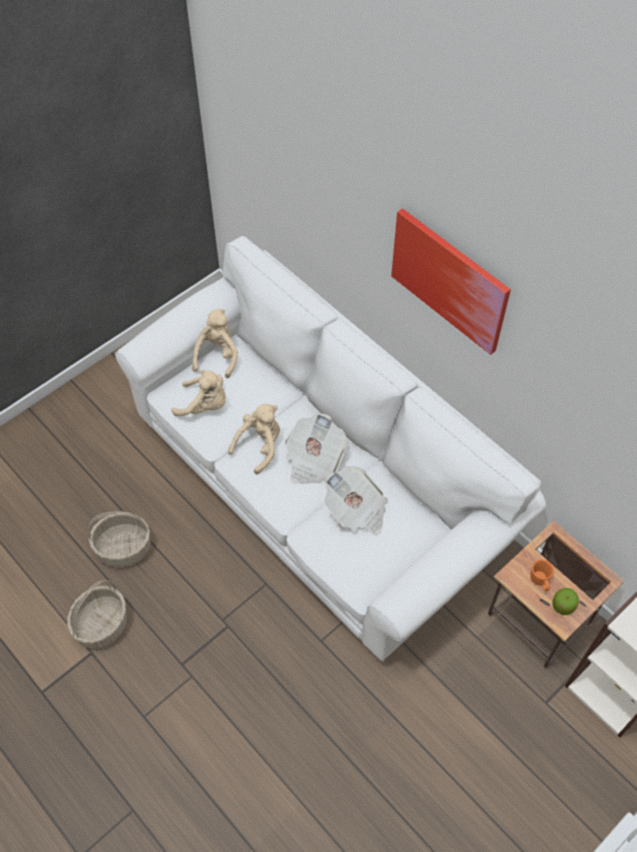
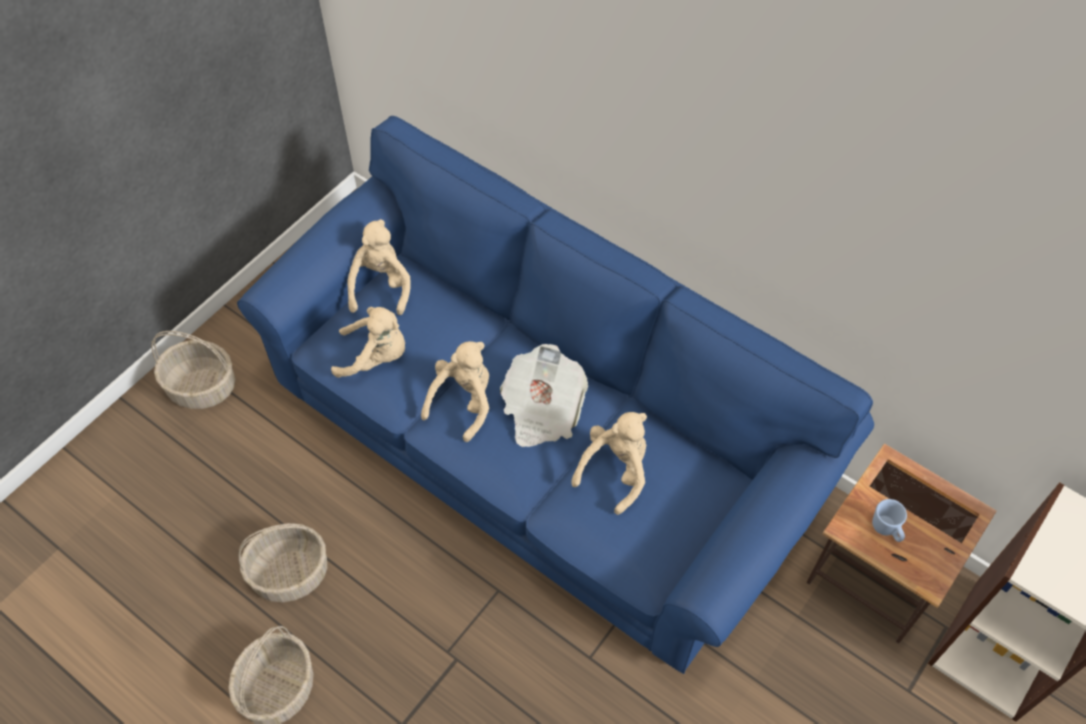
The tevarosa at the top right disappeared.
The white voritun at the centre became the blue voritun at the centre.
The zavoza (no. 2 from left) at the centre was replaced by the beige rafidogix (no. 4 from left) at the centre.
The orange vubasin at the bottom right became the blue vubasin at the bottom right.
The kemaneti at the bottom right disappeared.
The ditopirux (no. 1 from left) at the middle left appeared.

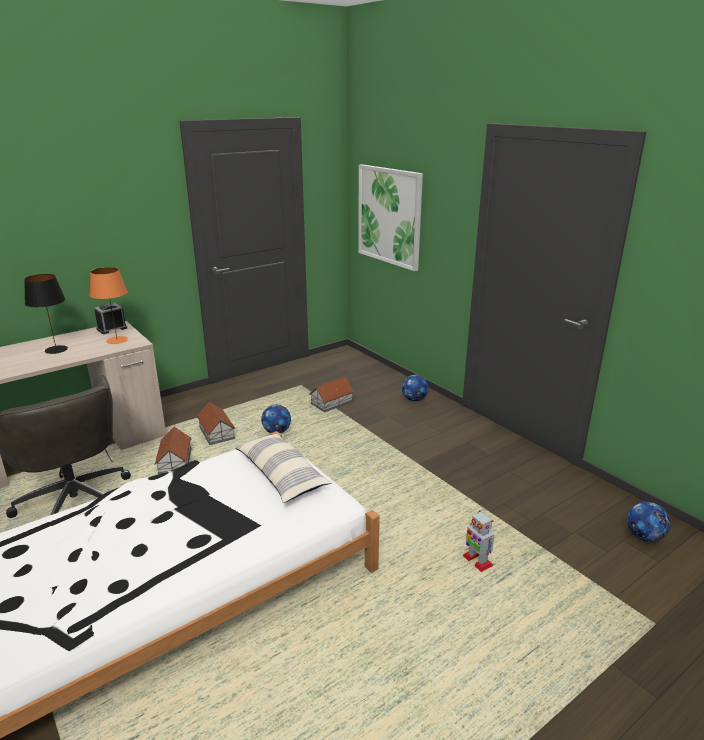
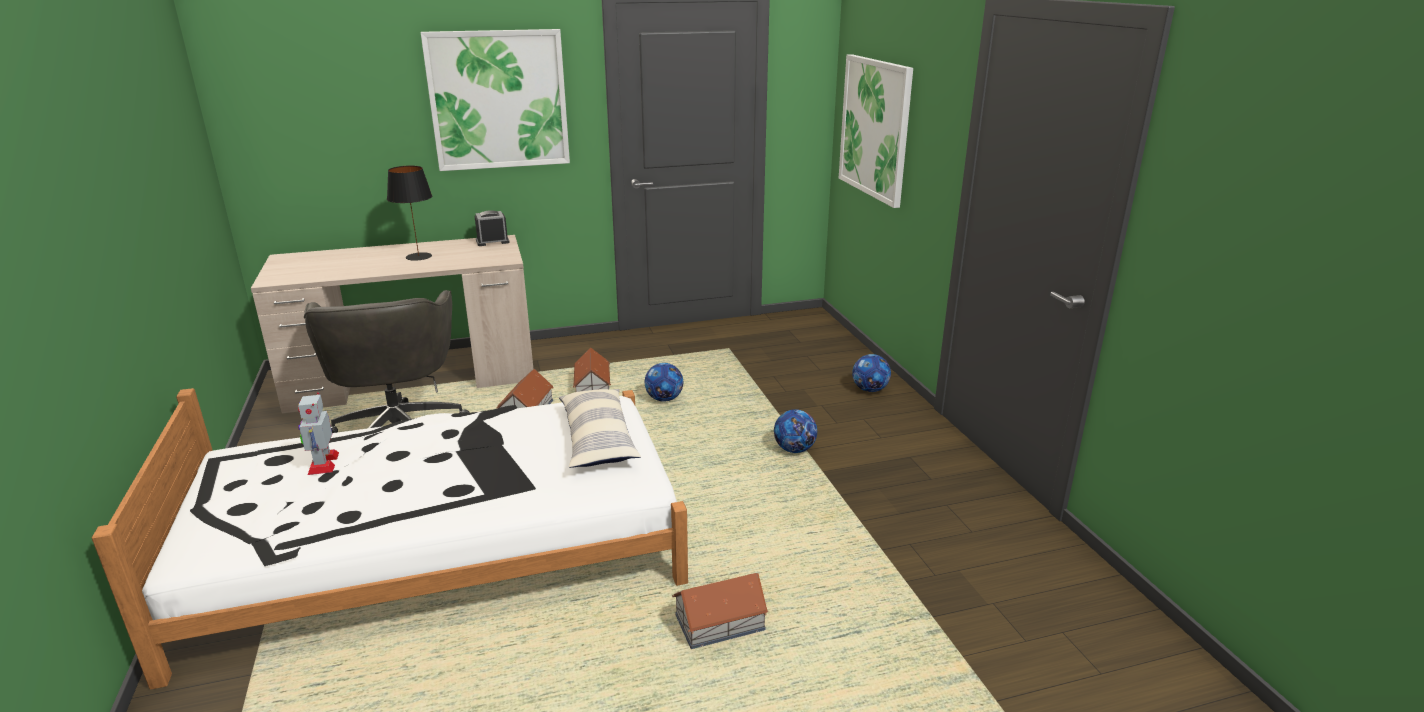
The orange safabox at the middle left disappeared.
The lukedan (no. 3 from left) moved from the centre to the bottom centre.
The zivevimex (no. 3 from left in the first image) moved from the bottom right to the centre.
The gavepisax moved from the bottom right to the middle left.
The tevarosa (no. 1 from left) at the top centre appeared.

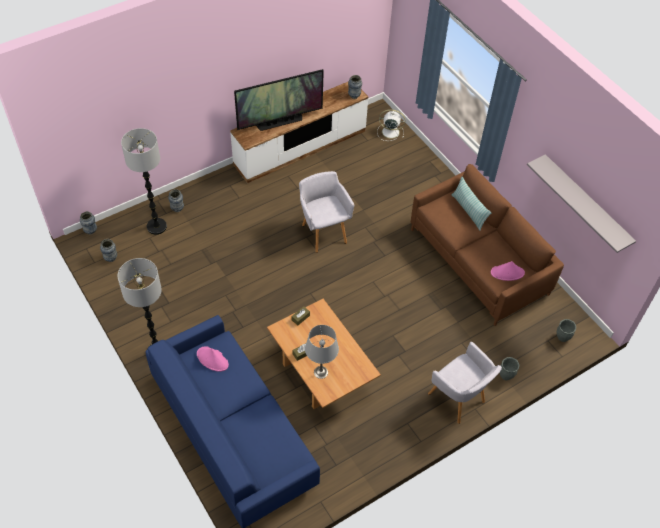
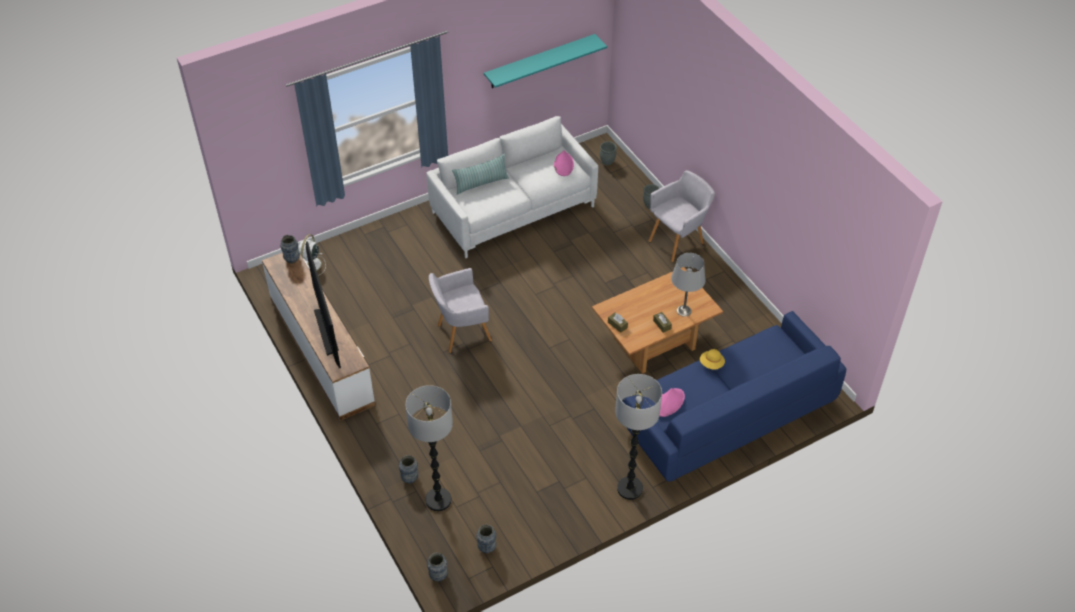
The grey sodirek at the middle right became the turquoise sodirek at the top centre.
The brown voritun at the middle right became the white voritun at the top centre.
The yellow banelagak at the centre appeared.

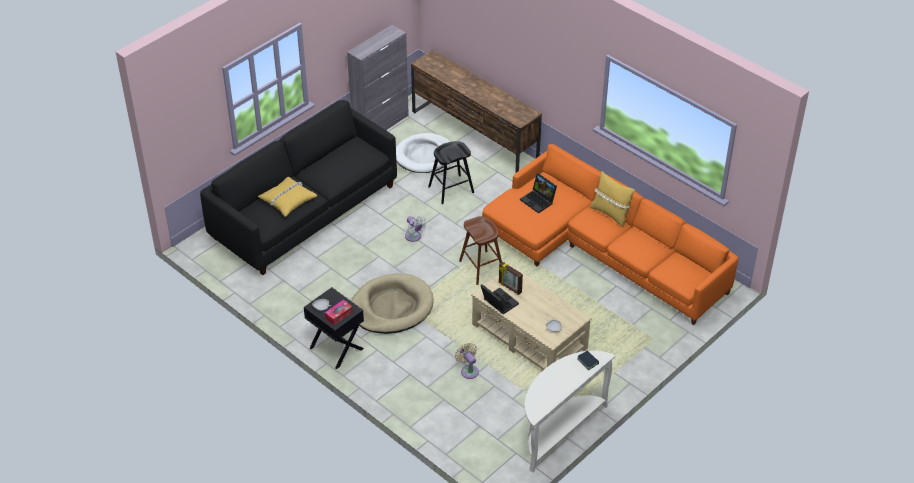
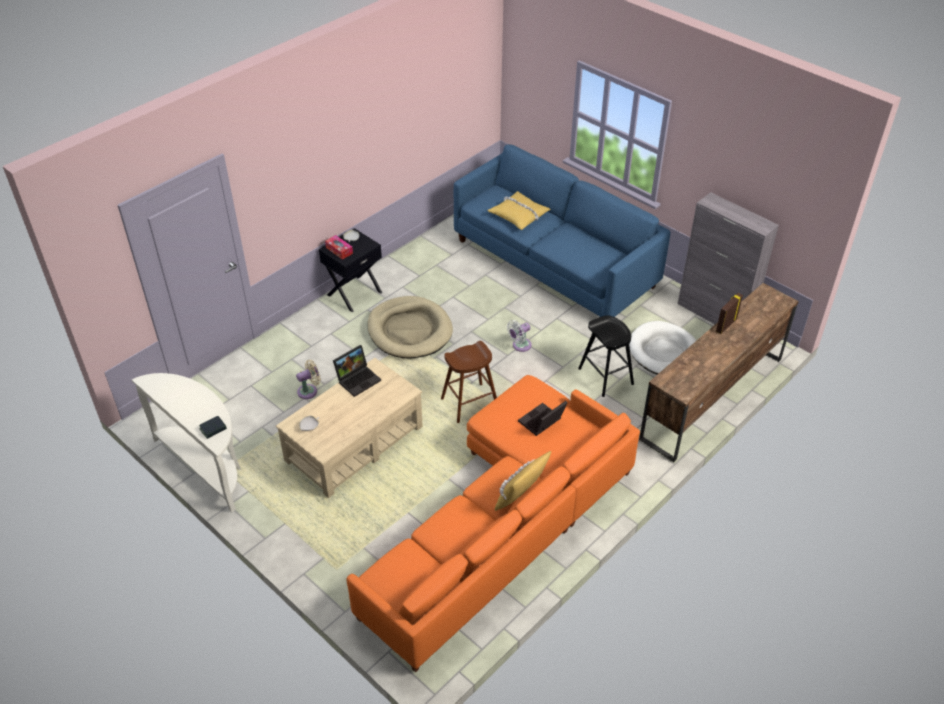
The black voritun at the middle left became the blue voritun at the top centre.
The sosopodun moved from the centre to the middle right.

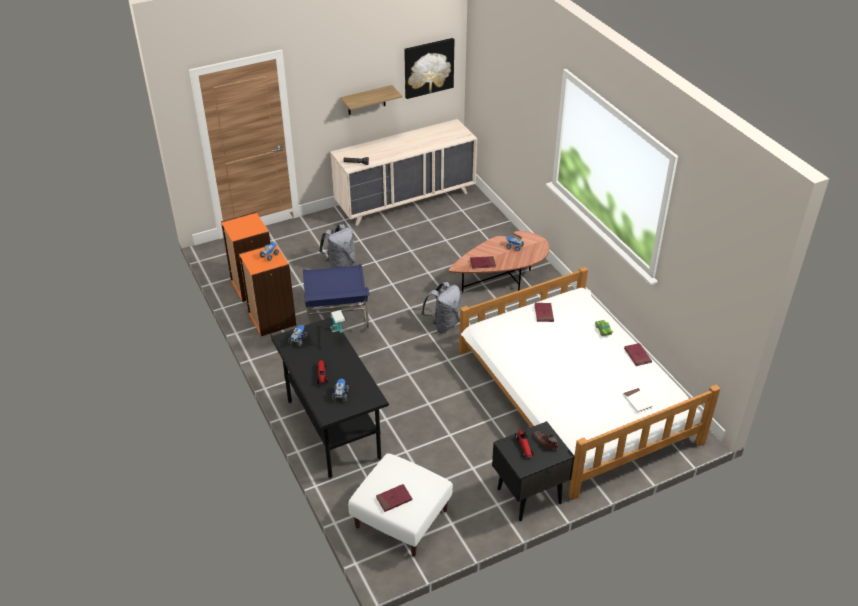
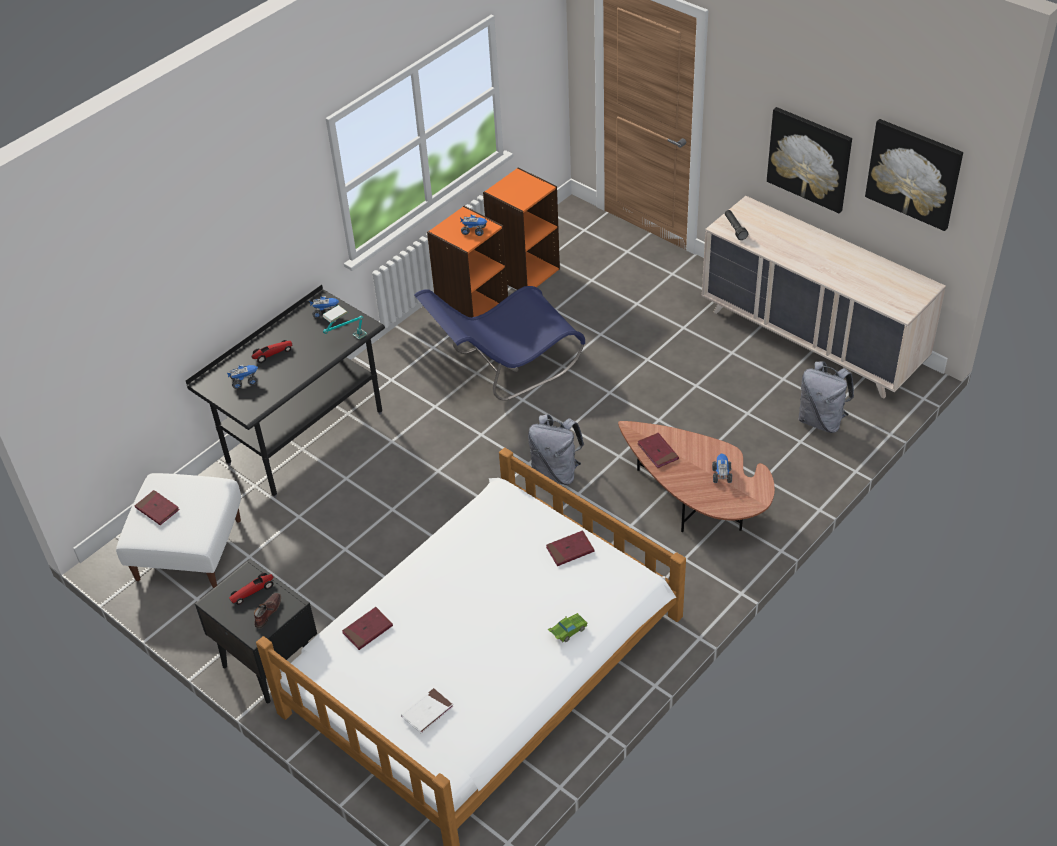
The sodirek at the top centre was replaced by the tevarosa (no. 1 from left) at the top right.
The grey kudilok (no. 1 from left in the first image) moved from the centre to the middle right.
The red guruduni (no. 4 from left in the first image) moved from the middle right to the bottom centre.

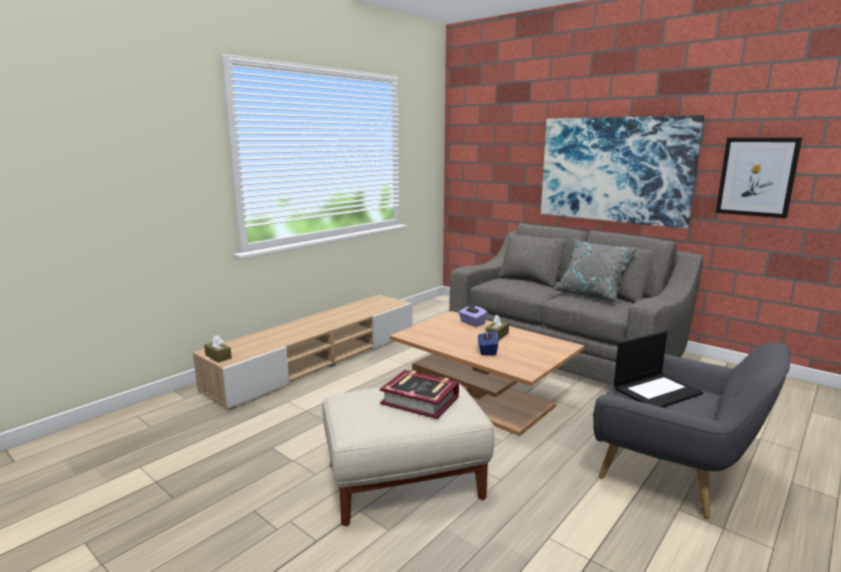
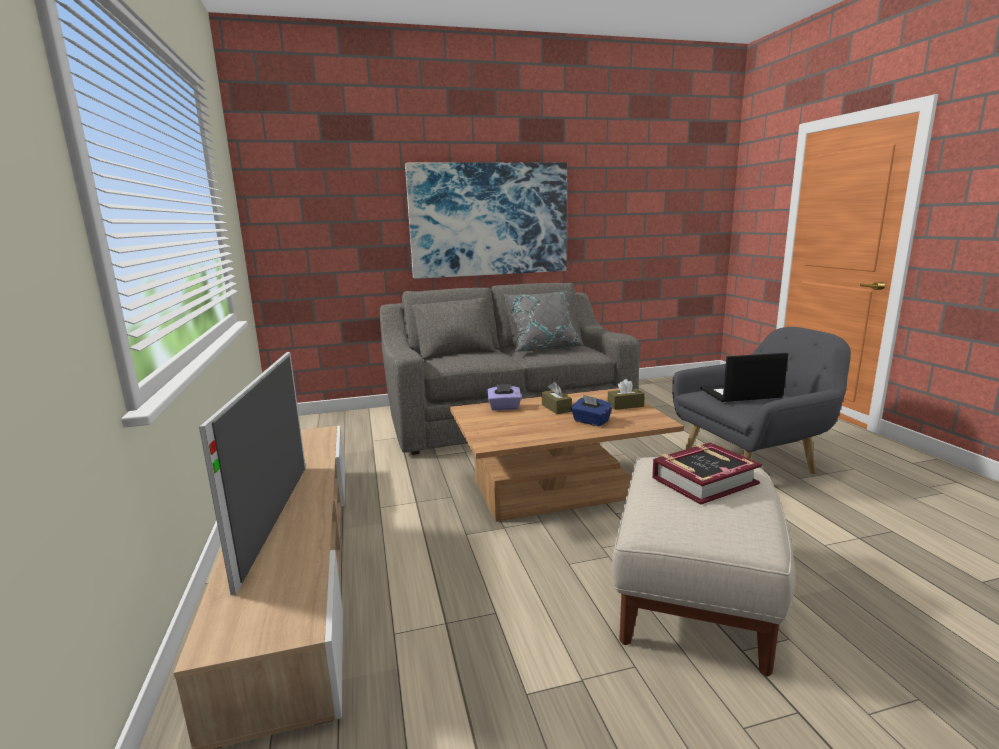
The tevarosa (no. 2 from left) at the top right disappeared.
The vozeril at the middle right turned 105 degrees counterclockwise.
The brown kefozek (no. 1 from left in the first image) moved from the middle left to the centre.
The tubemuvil at the middle left appeared.

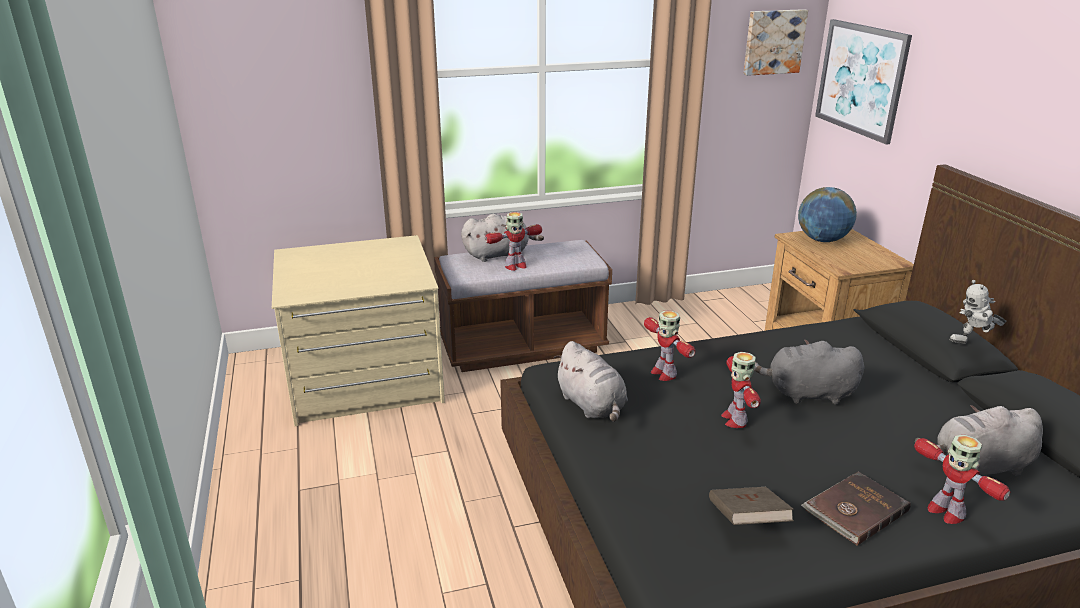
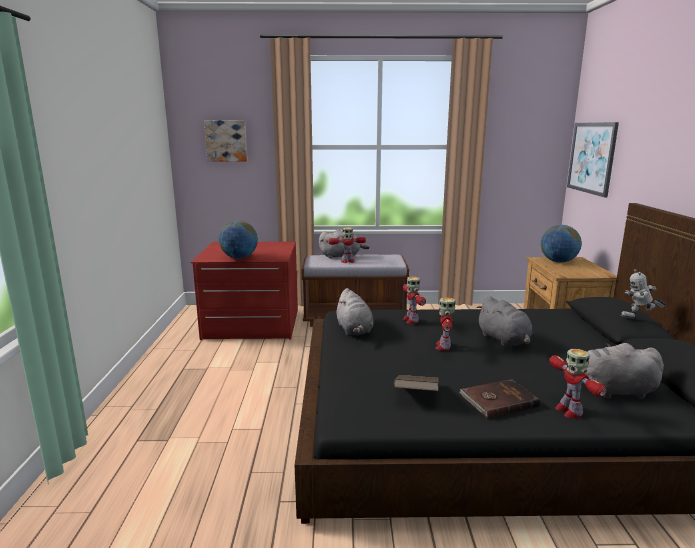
The tevarosa (no. 1 from left) moved from the top right to the top left.
The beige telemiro at the middle left became the red telemiro at the centre.
The grey rafidogix (no. 3 from left) at the middle right turned 135 degrees counterclockwise.
The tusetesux (no. 1 from left) at the centre appeared.

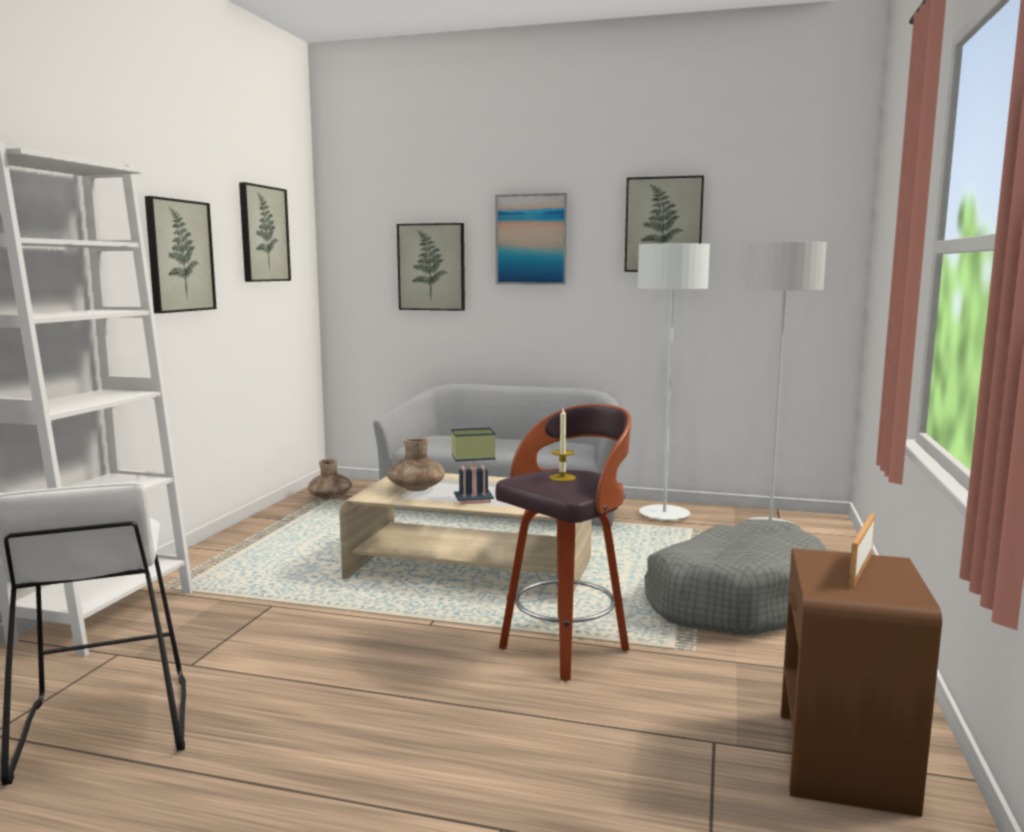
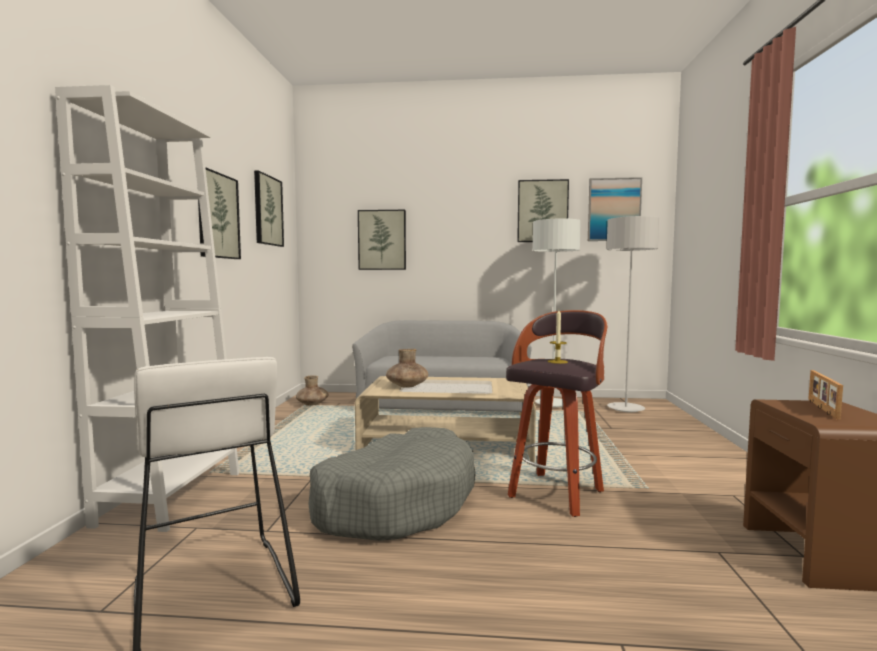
The tevarosa (no. 4 from left in the first image) moved from the top centre to the top right.
The safabox at the centre disappeared.
The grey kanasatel moved from the bottom right to the bottom centre.

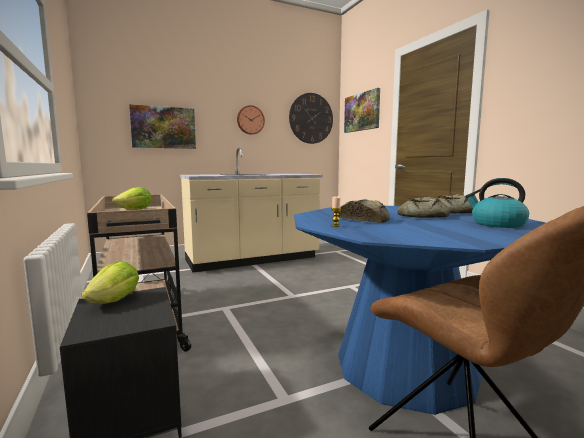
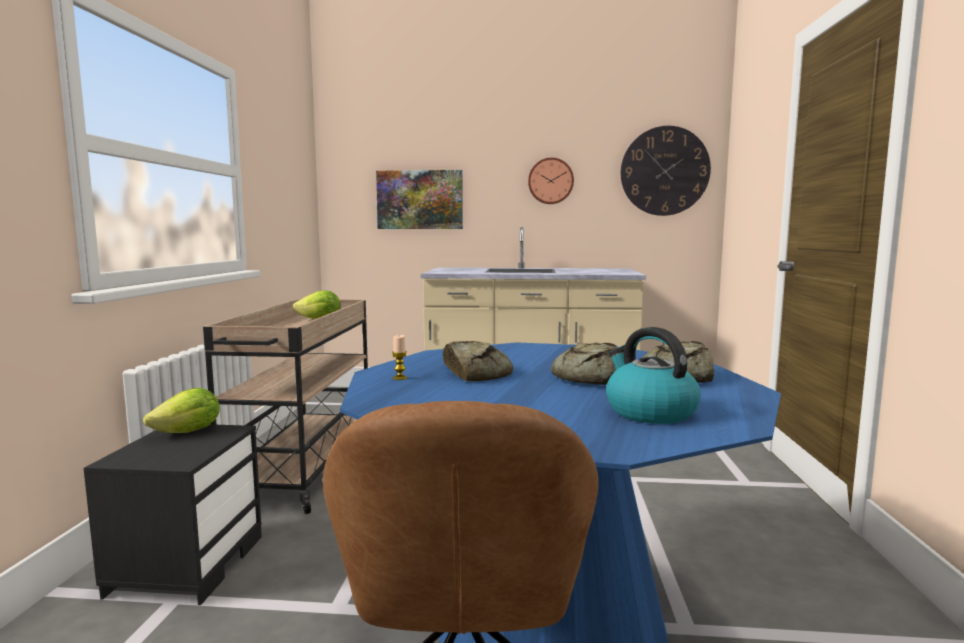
The tevarosa (no. 2 from left) at the top centre disappeared.

